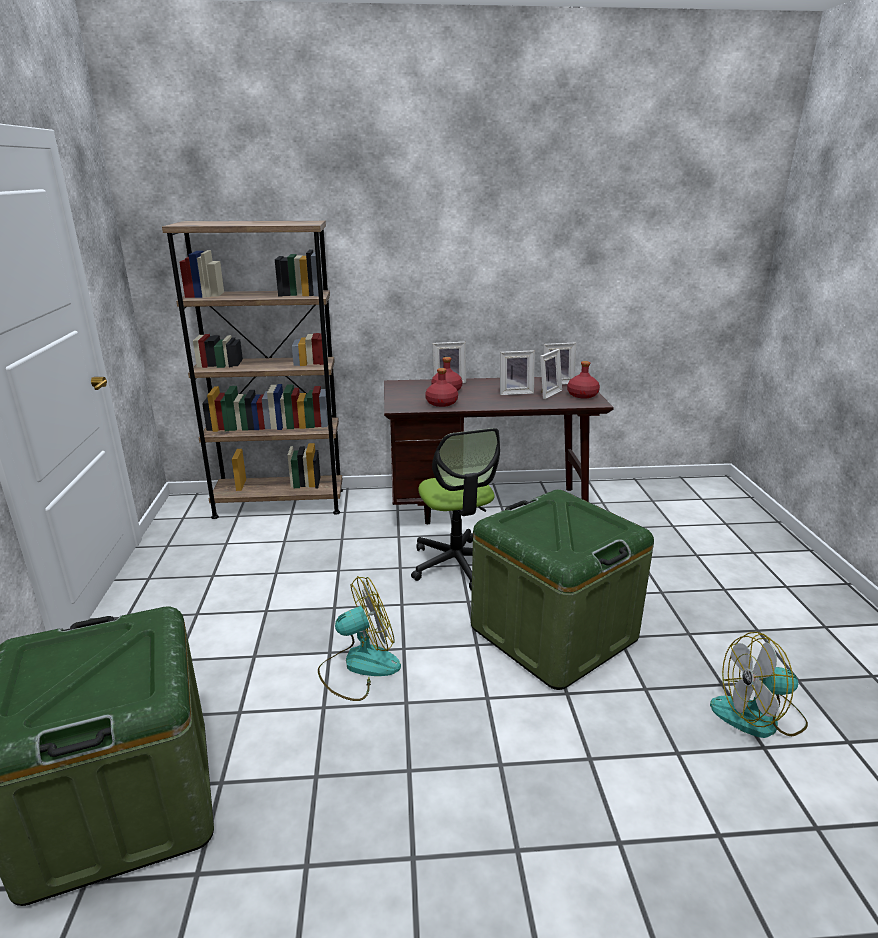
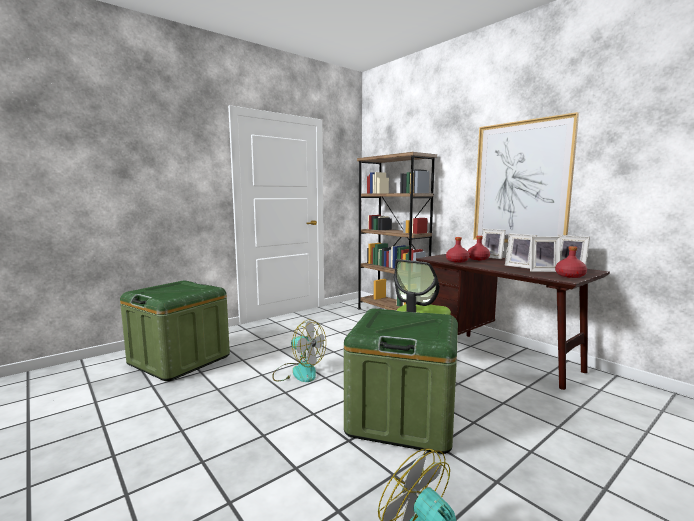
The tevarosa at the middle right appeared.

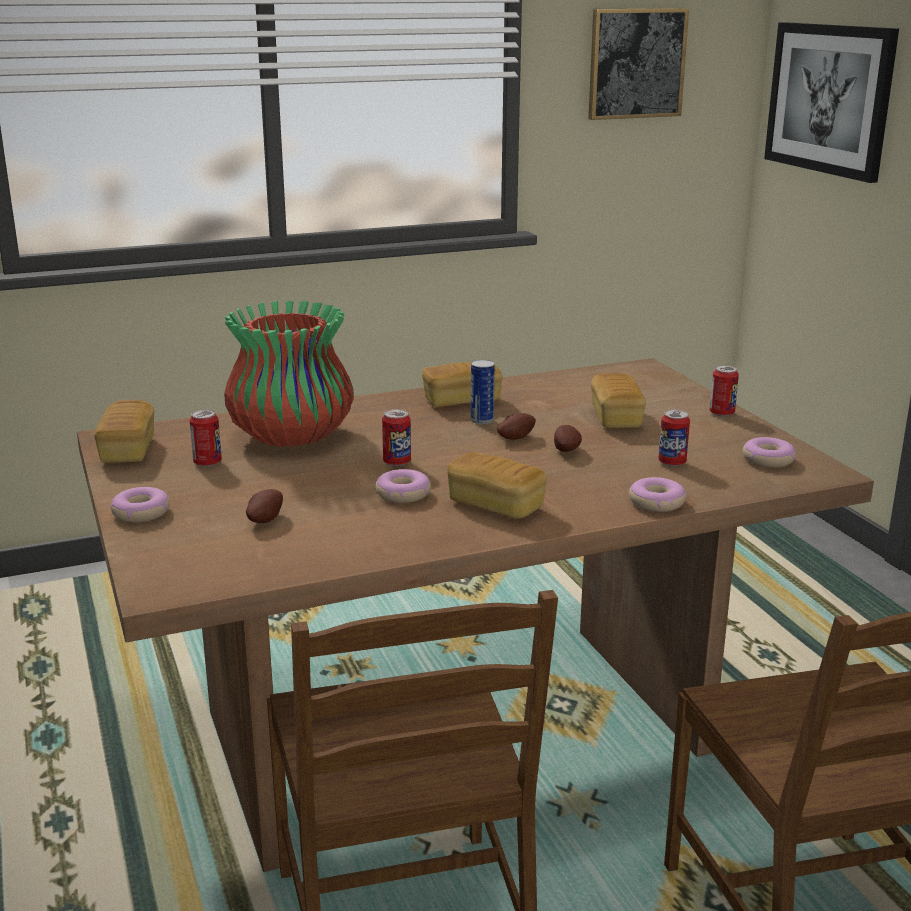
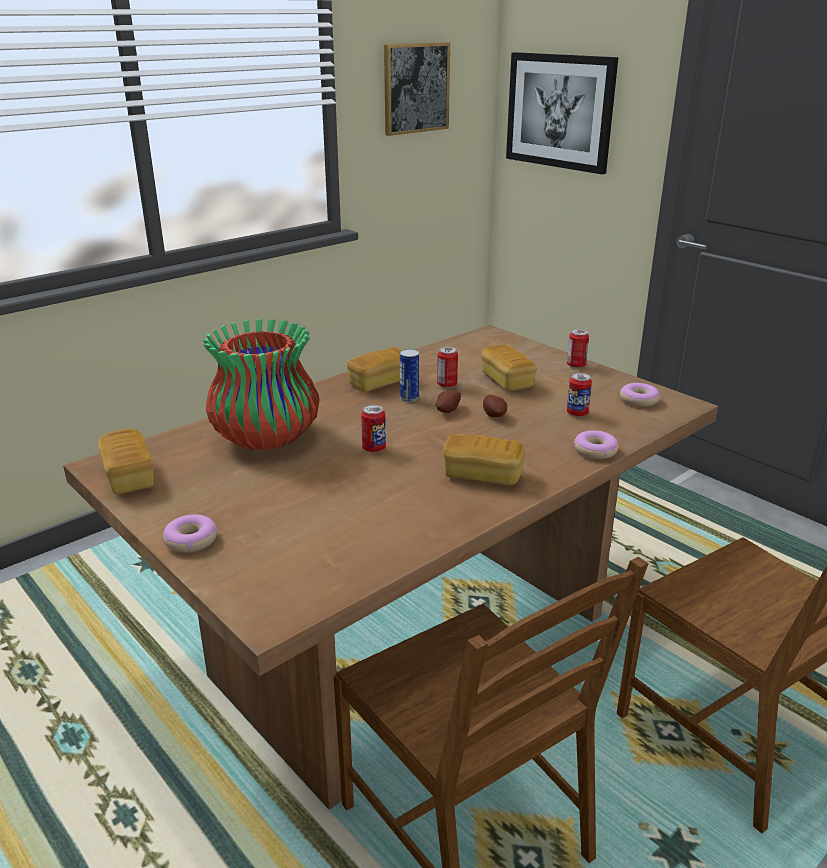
The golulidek (no. 1 from left in the first image) moved from the middle left to the centre.
The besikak (no. 2 from left) at the centre disappeared.
The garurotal (no. 1 from left) at the middle left disappeared.

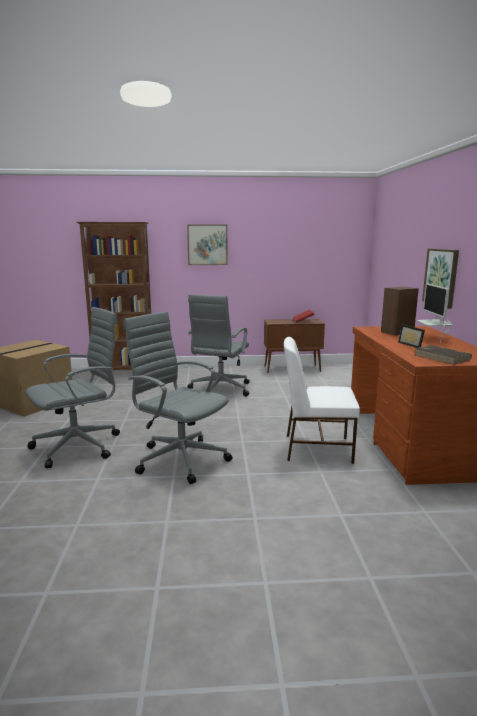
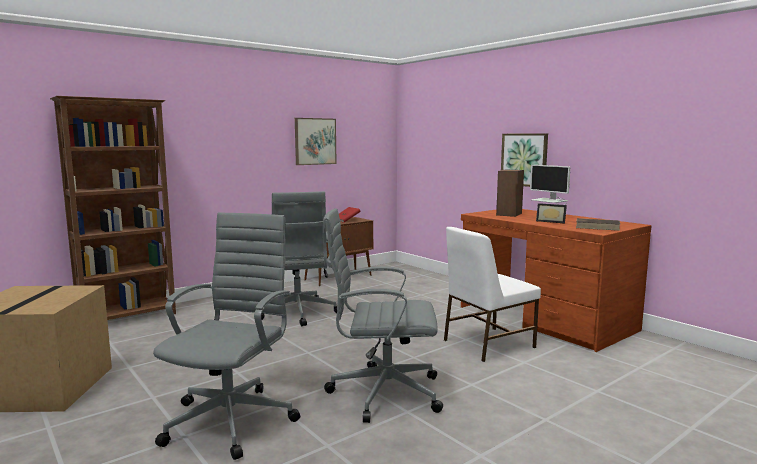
The tevarosa (no. 1 from left) moved from the centre to the top centre.

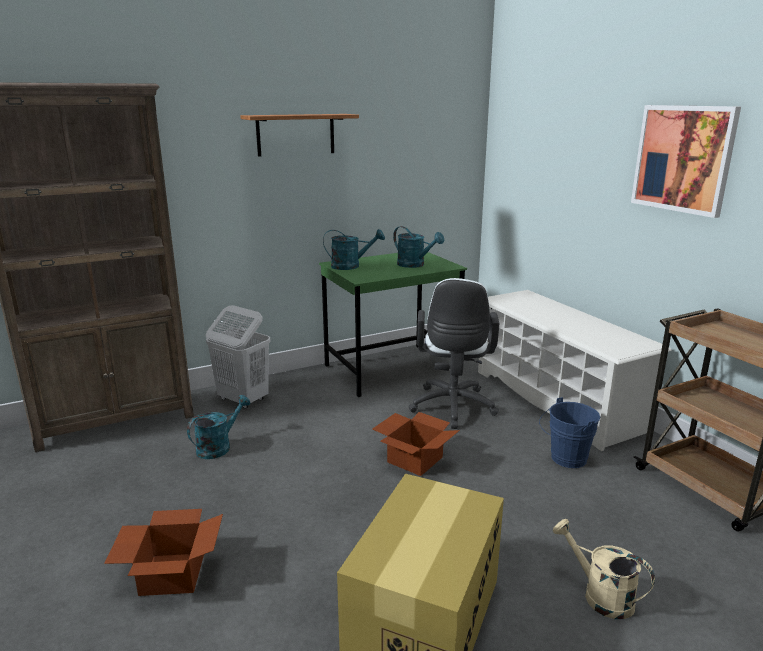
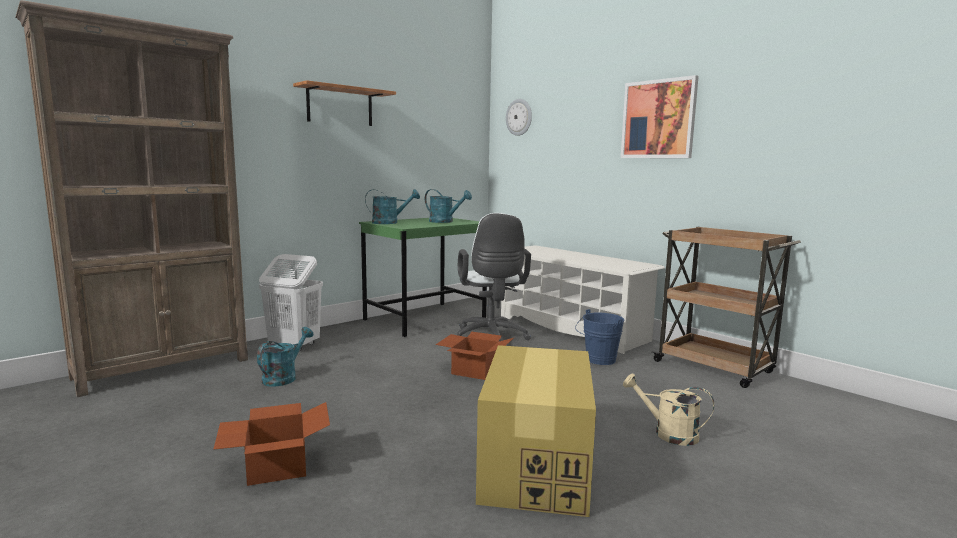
The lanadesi at the top centre appeared.

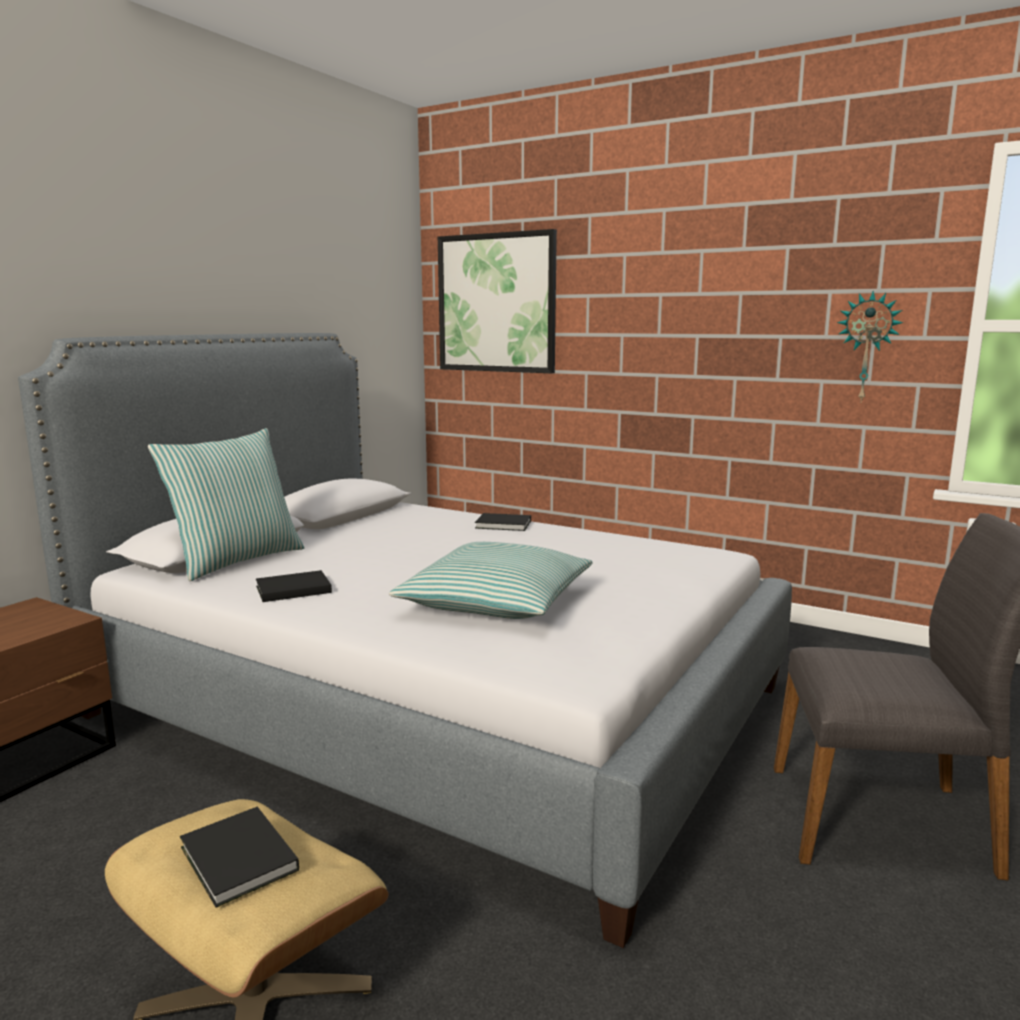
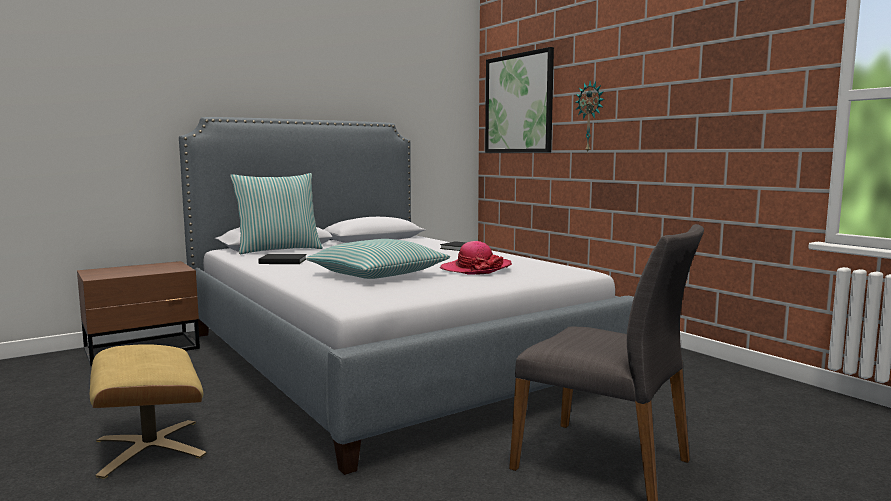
The lanadesi moved from the middle right to the top centre.
The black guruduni (no. 1 from left) at the bottom left disappeared.
The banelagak at the centre appeared.

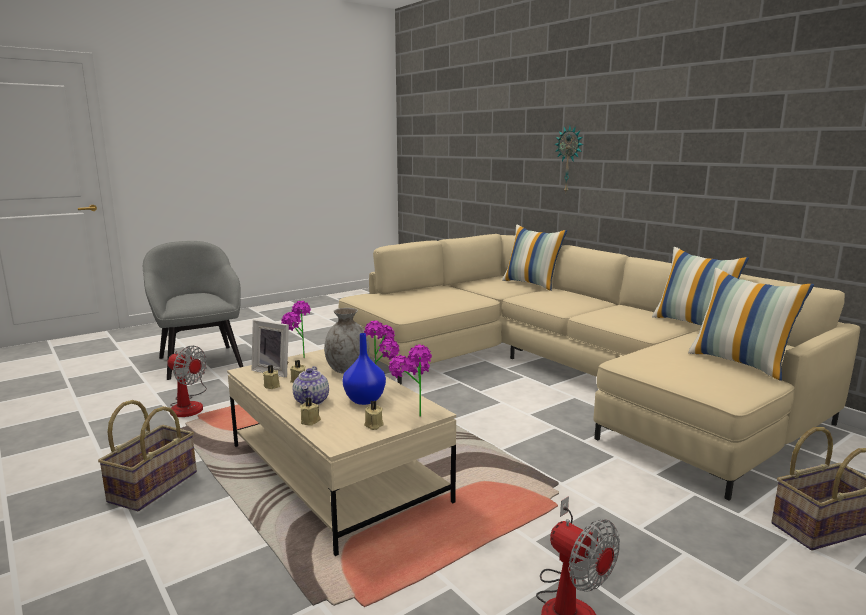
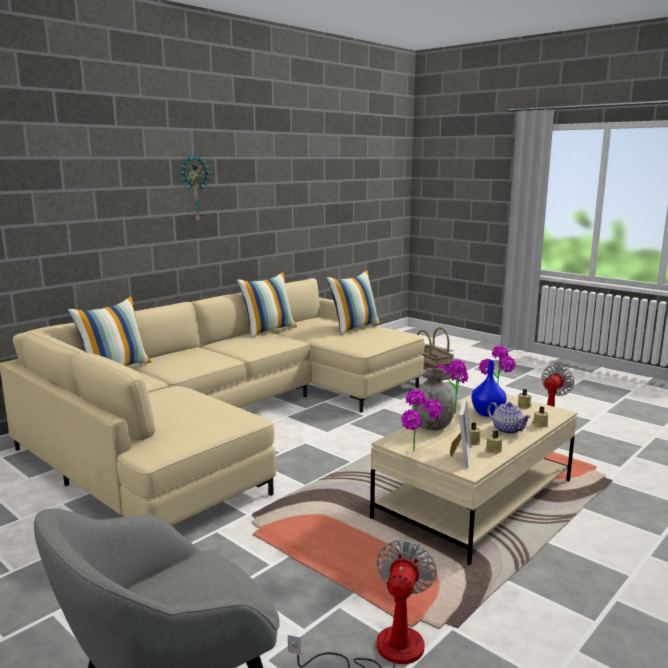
The lanadesi moved from the top centre to the top left.
The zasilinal at the centre turned 60 degrees clockwise.
The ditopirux (no. 1 from left) at the bottom left disappeared.

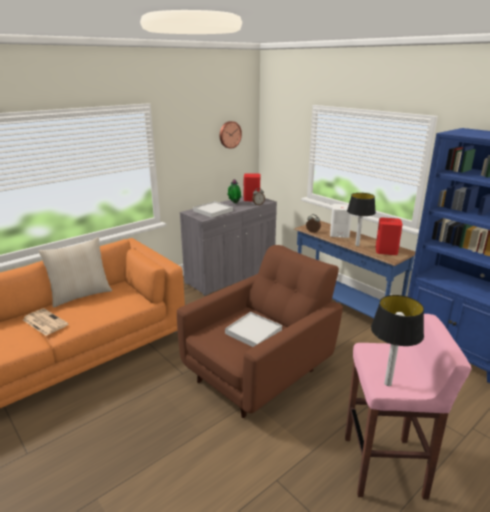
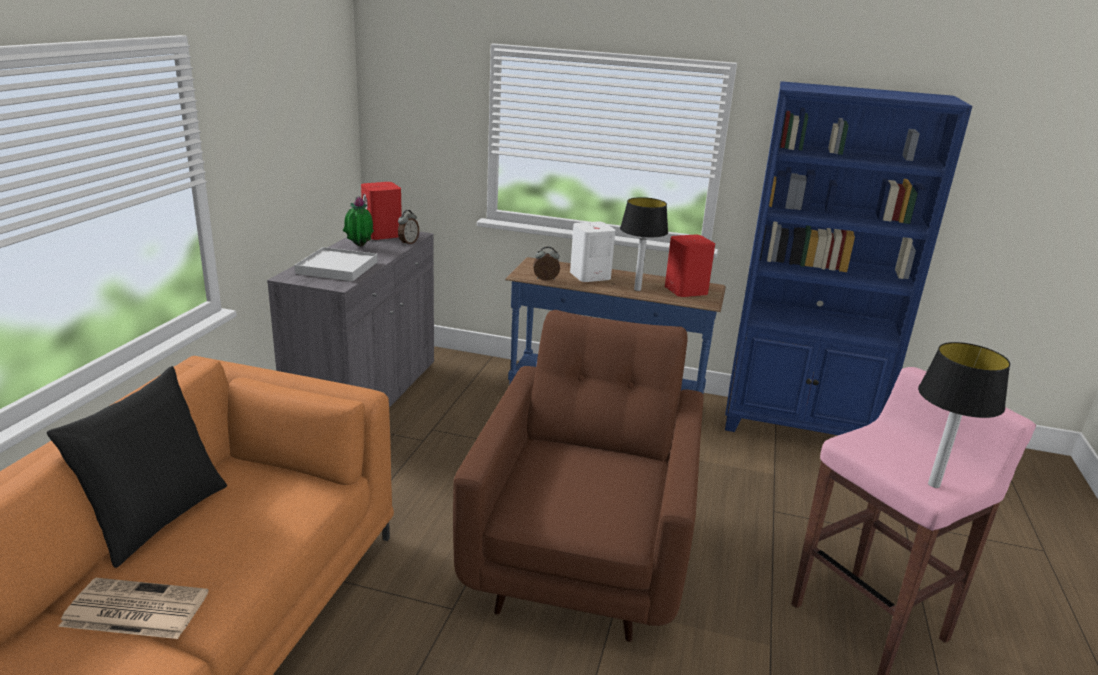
The lanadesi at the top centre disappeared.
The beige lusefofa at the middle left became the black lusefofa at the bottom left.
The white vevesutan (no. 2 from left) at the centre disappeared.

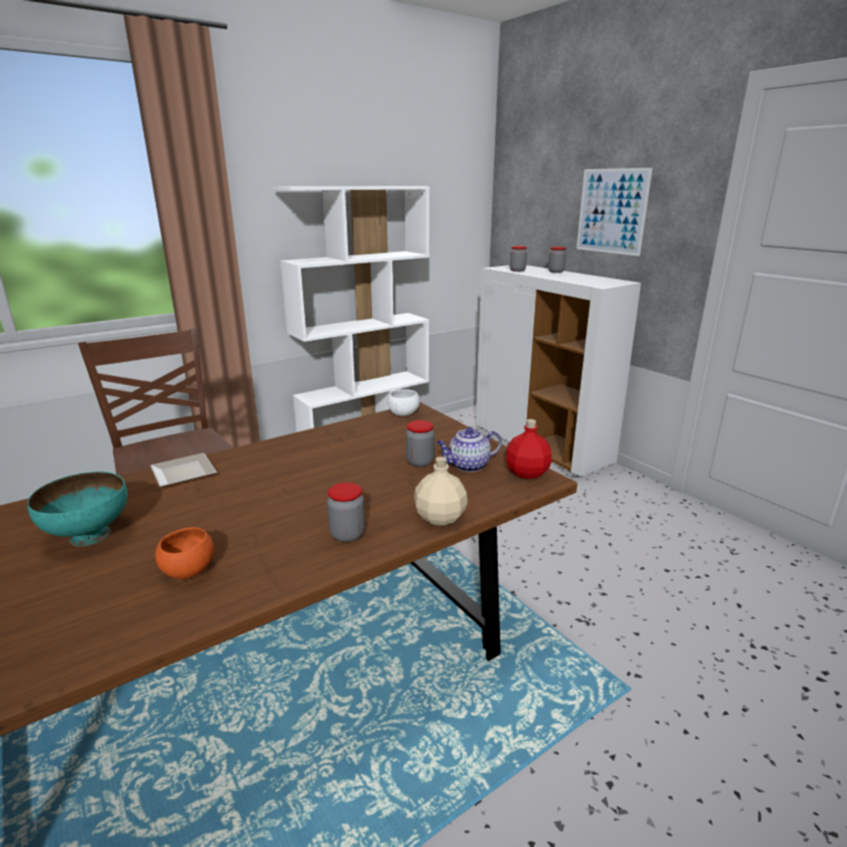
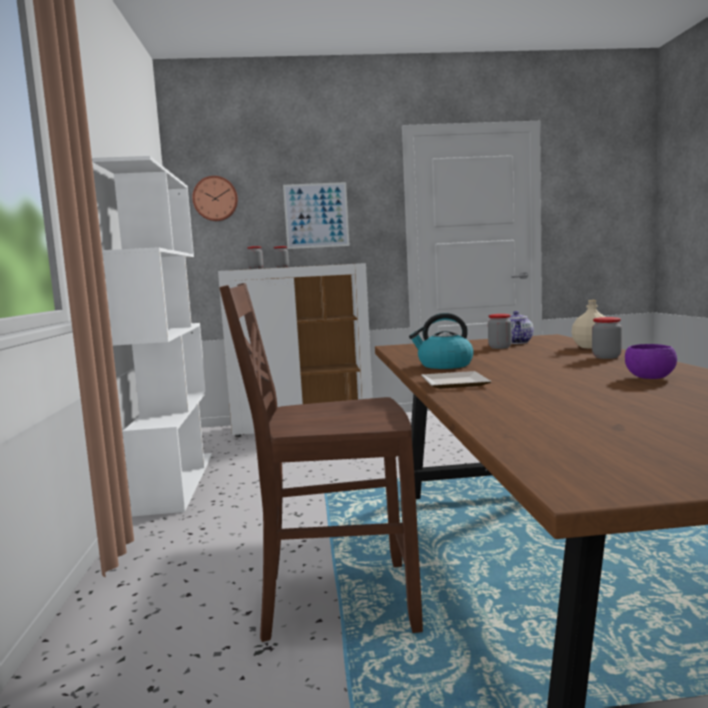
The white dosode at the centre disappeared.
The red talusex at the centre disappeared.
The turquoise dosode at the middle left disappeared.
The orange dosode at the middle left became the purple dosode at the middle right.
The lanadesi at the top left appeared.
The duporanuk at the centre appeared.

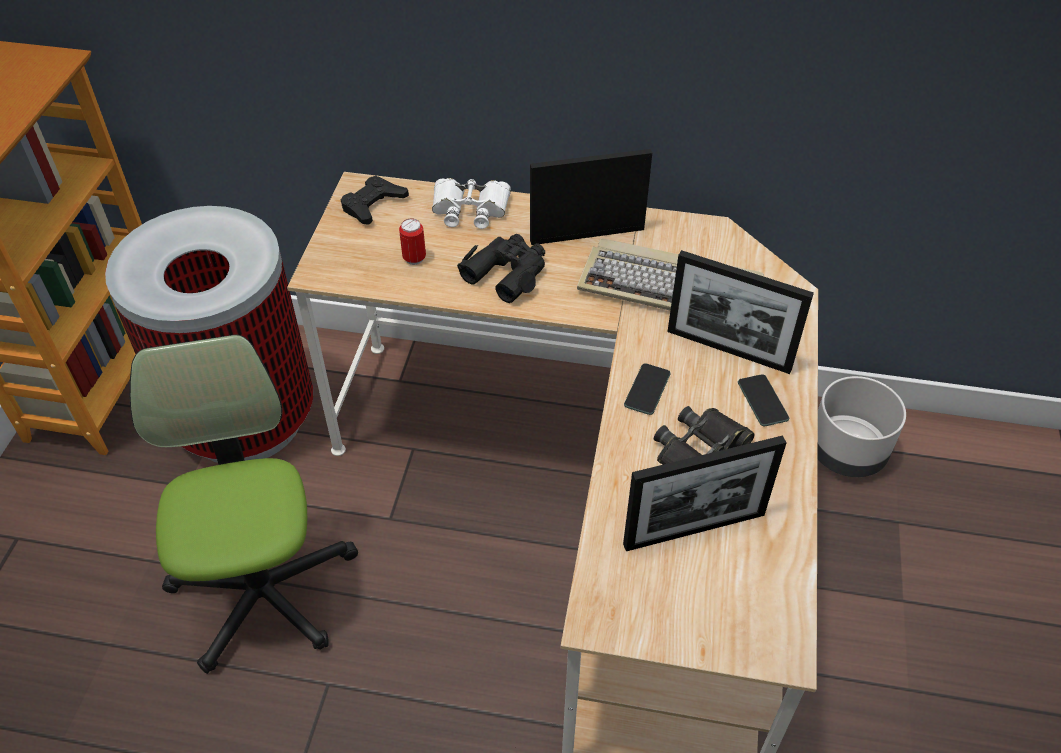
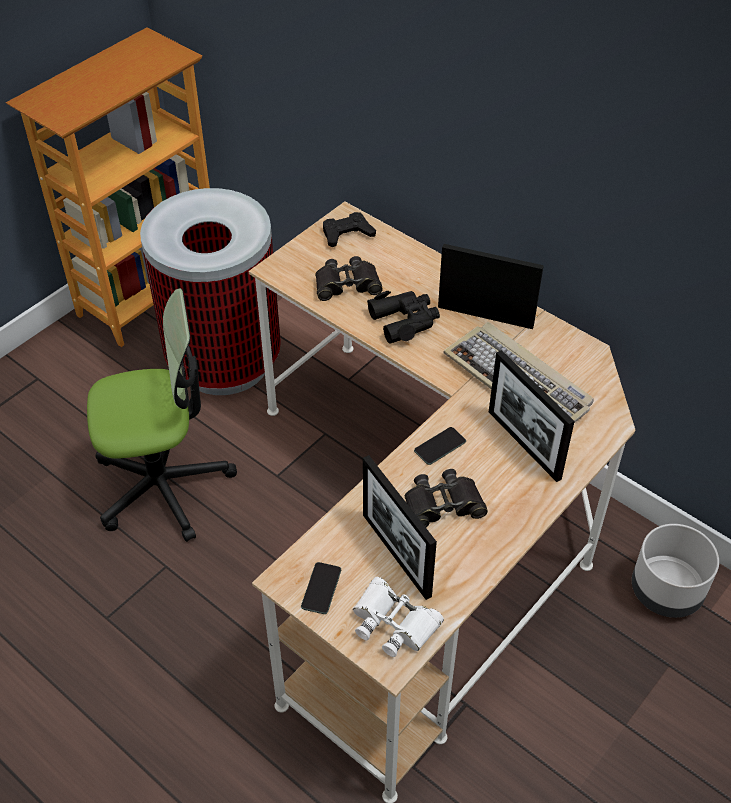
The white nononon moved from the top centre to the bottom centre.
The golulidek at the top centre was replaced by the black nononon (no. 1 from left) at the centre.
The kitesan at the bottom left turned 60 degrees clockwise.
The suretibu (no. 2 from left in the first image) moved from the middle right to the bottom centre.
The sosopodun (no. 2 from left in the first image) at the centre turned 45 degrees clockwise.

